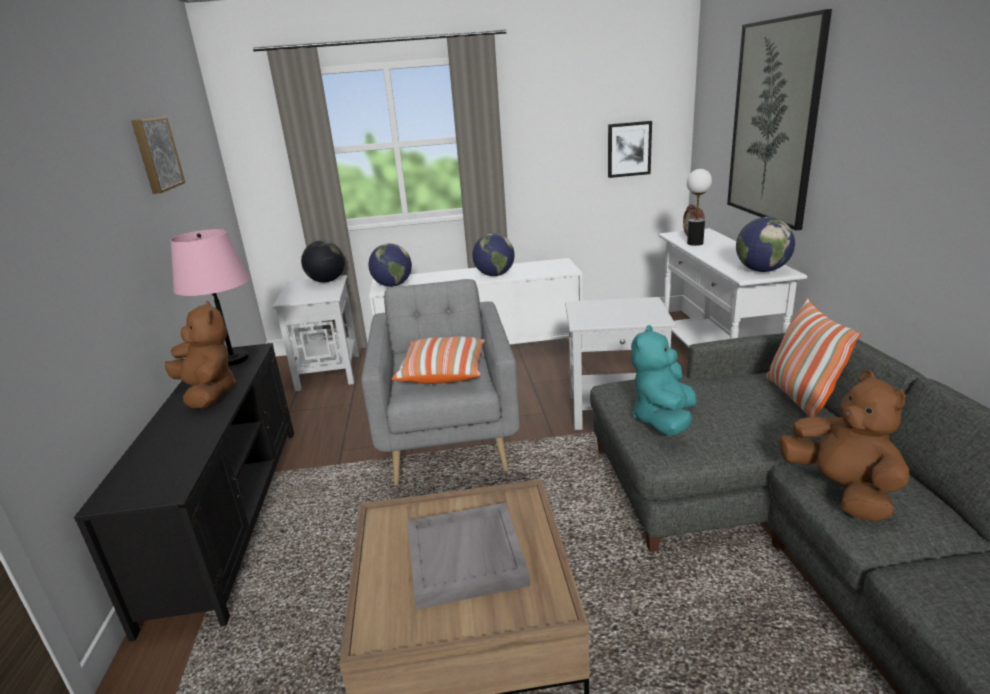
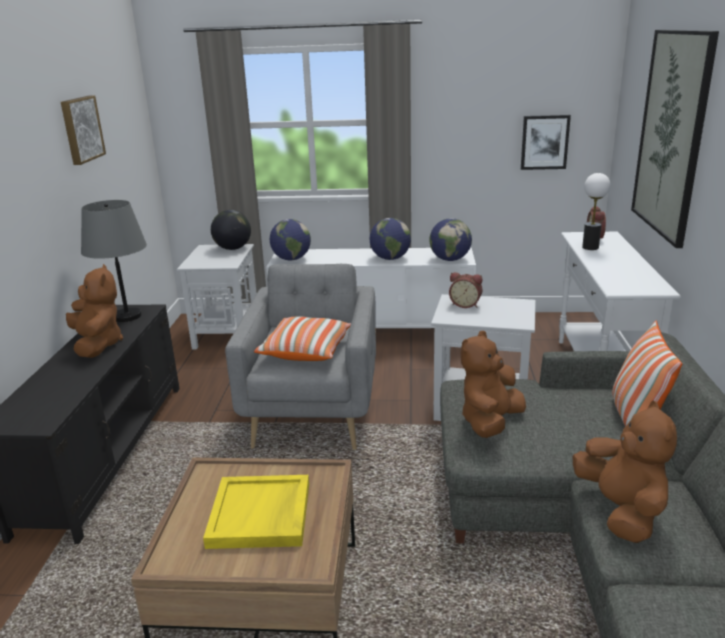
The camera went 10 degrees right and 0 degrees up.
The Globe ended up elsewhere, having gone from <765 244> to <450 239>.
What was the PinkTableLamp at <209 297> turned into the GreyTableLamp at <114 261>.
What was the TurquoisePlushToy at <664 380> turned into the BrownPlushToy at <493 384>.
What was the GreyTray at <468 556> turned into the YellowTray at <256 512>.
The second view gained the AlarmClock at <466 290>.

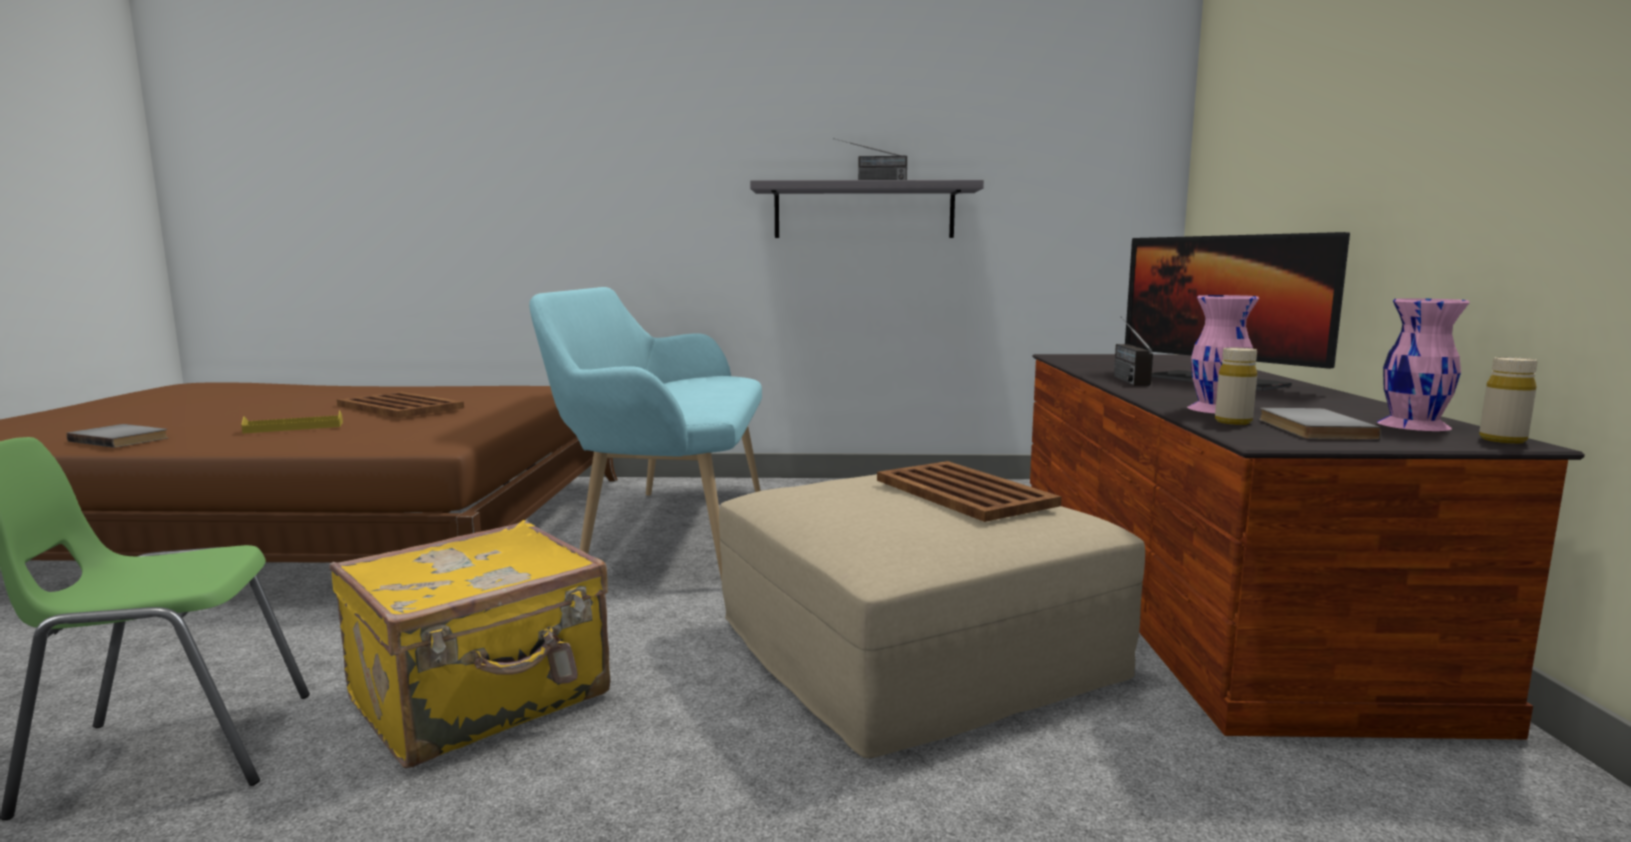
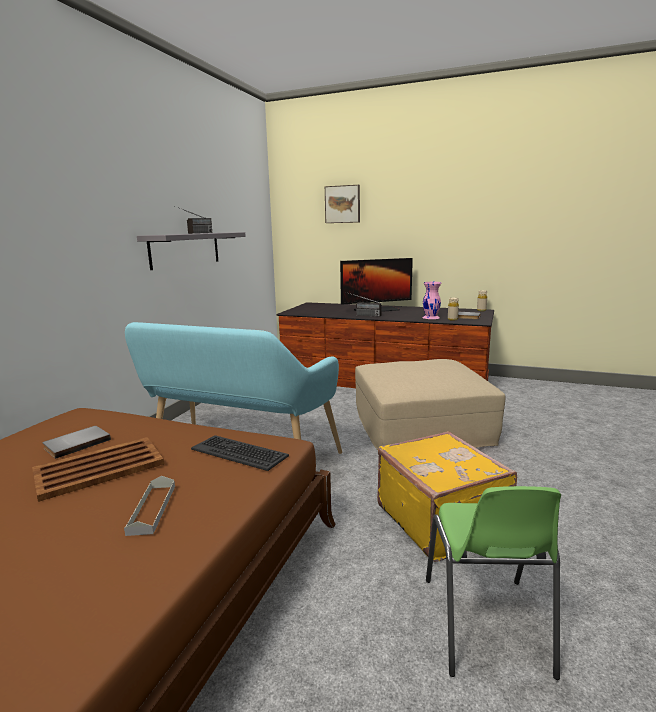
The camera went 70 degrees left and 5 degrees up.
The second view lost the PinkVase at <1423 364>.
What was the YellowTray at <292 422> turned into the GreyTray at <149 506>.
The GreyBook ended up elsewhere, having gone from <117 436> to <77 442>.
The second view lost the BrownTray at <969 491>.
The second view gained the Picture at <342 204>.
The second view gained the Keyboard at <240 453>.

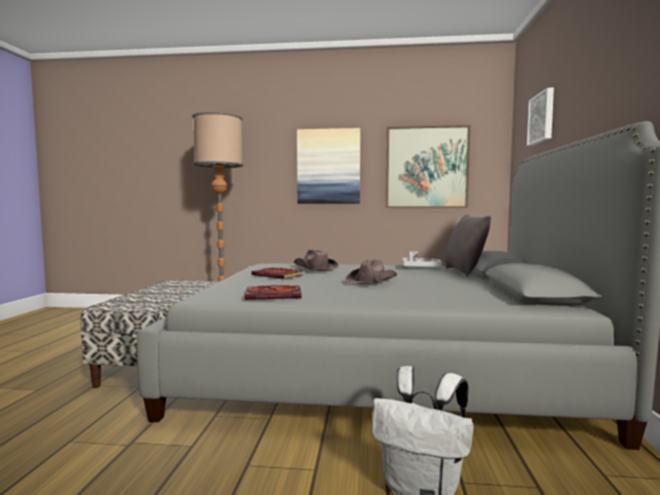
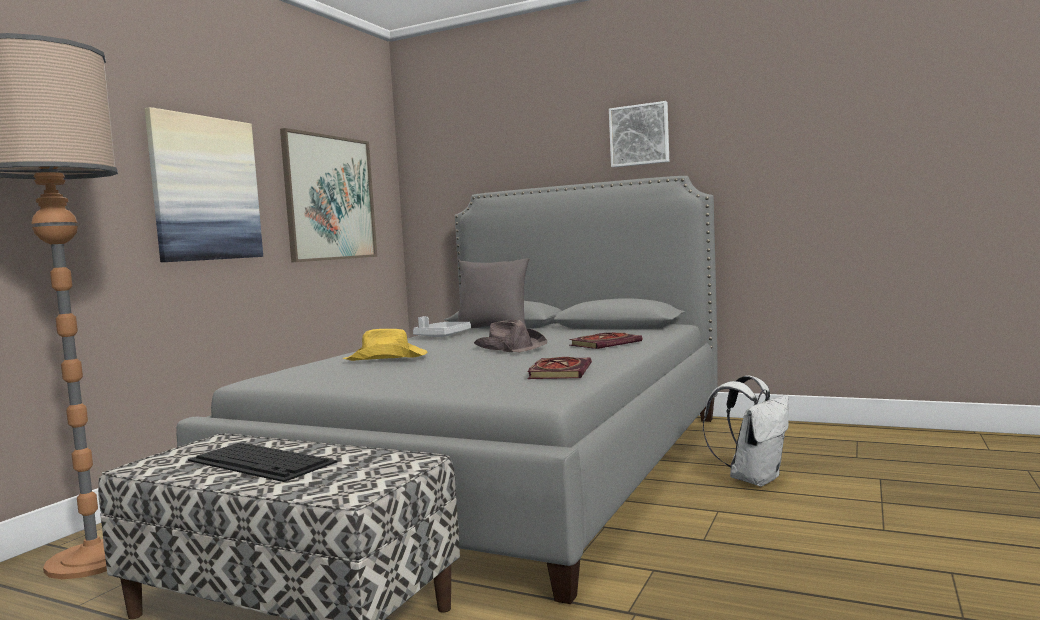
The camera went 70 degrees left and 0 degrees up.
The Picture ended up elsewhere, having gone from <540 117> to <639 134>.
What was the BrownHat at <316 260> turned into the YellowHat at <384 345>.
The Book ended up elsewhere, having gone from <276 273> to <605 340>.
The second view gained the Keyboard at <262 462>.

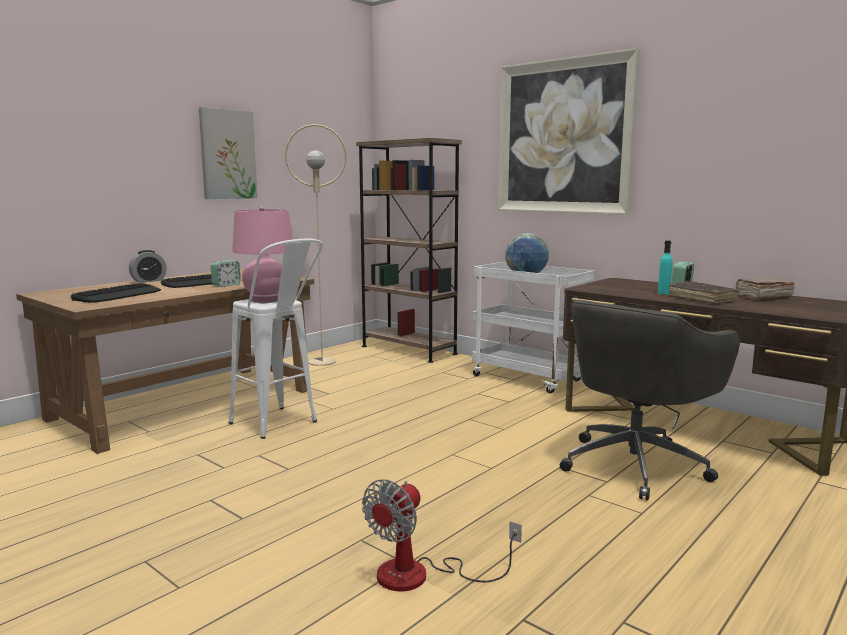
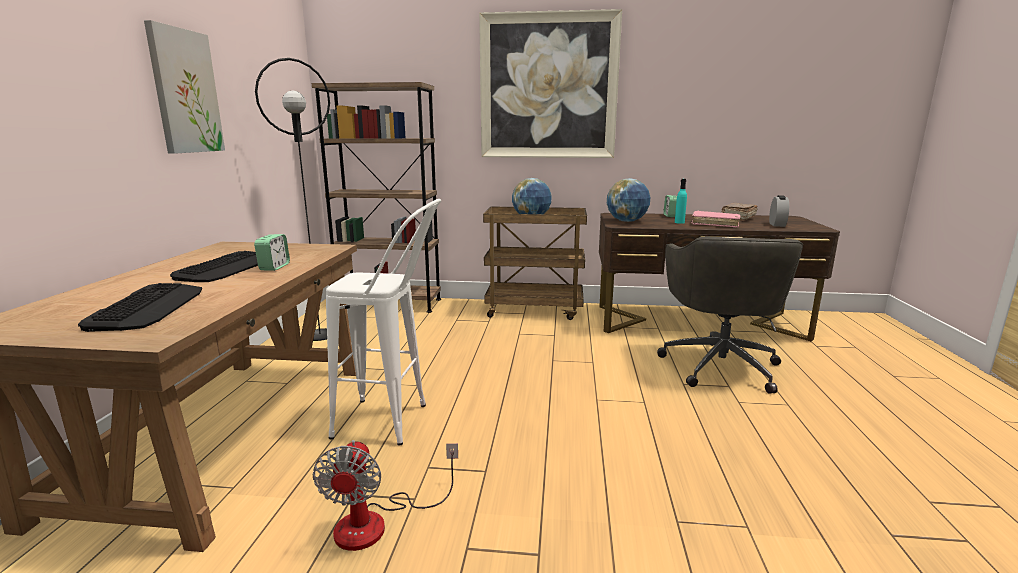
The camera went 35 degrees left and 5 degrees up.
What was the BeigeFloorLamp at <316 245> turned into the BlackFloorLamp at <292 199>.
The second view lost the PinkTableLamp at <262 254>.
The AlarmClock ended up elsewhere, having gone from <148 266> to <779 211>.
What was the WhiteCart at <533 328> turned into the BrownCart at <535 263>.
What was the BrownBook at <703 292> turned into the PinkBook at <715 219>.
The Fan ended up elsewhere, having gone from <442 535> to <385 495>.
The second view gained the Globe at <628 200>.

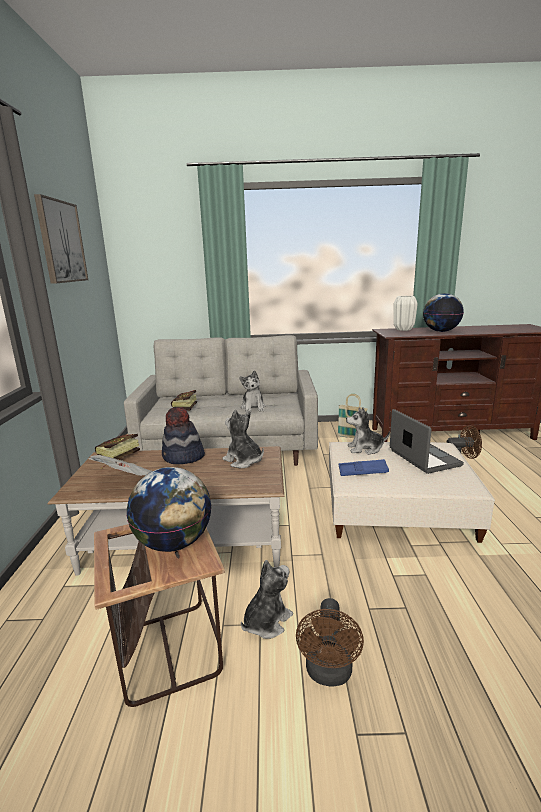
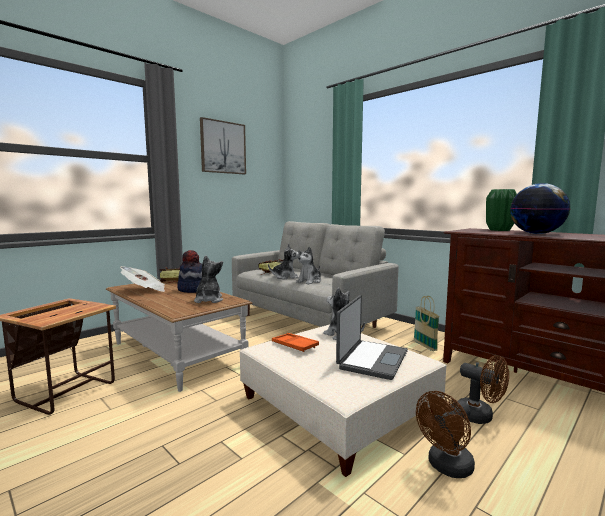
The camera went 45 degrees right and 10 degrees down.
What was the WhiteVase at <405 313> turned into the GreenVase at <501 210>.
What was the BlueTray at <364 467> turned into the OrangeTray at <295 342>.
The second view lost the Globe at <169 509>.
The PlushToy ended up elsewhere, having gone from <267 599> to <283 261>.
The BrownFan ended up elsewhere, having gone from <330 642> to <445 434>.

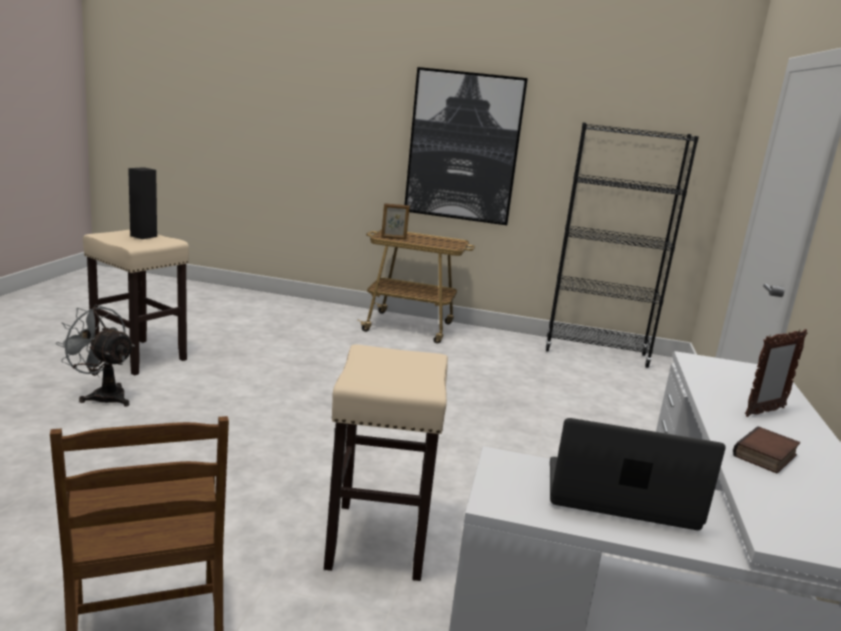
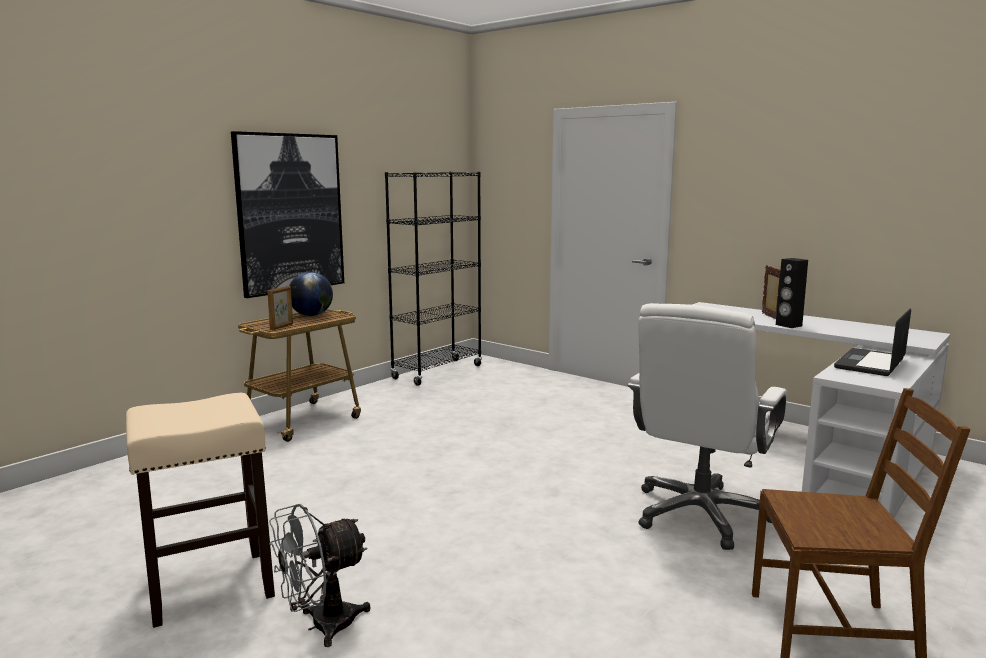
The camera went 60 degrees left and 5 degrees down.
The BlackSpeaker ended up elsewhere, having gone from <142 203> to <792 293>.
Where the BeigeStool stood at <386 463>, the WhiteOfficeChair came to stand at <707 426>.
The second view lost the Book at <766 450>.
The second view gained the Globe at <311 294>.

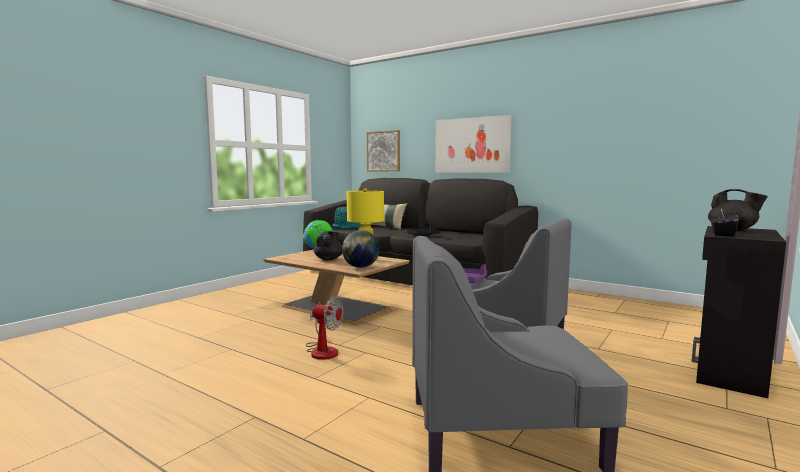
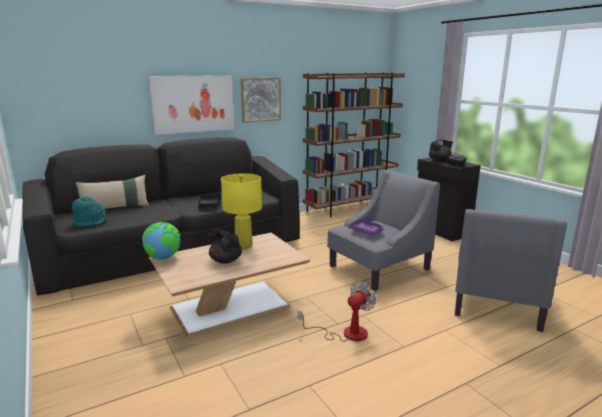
The camera went 65 degrees left and 10 degrees up.
The Picture ended up elsewhere, having gone from <383 150> to <261 100>.
The second view lost the Globe at <361 249>.
The second view gained the BrownBookcase at <354 144>.

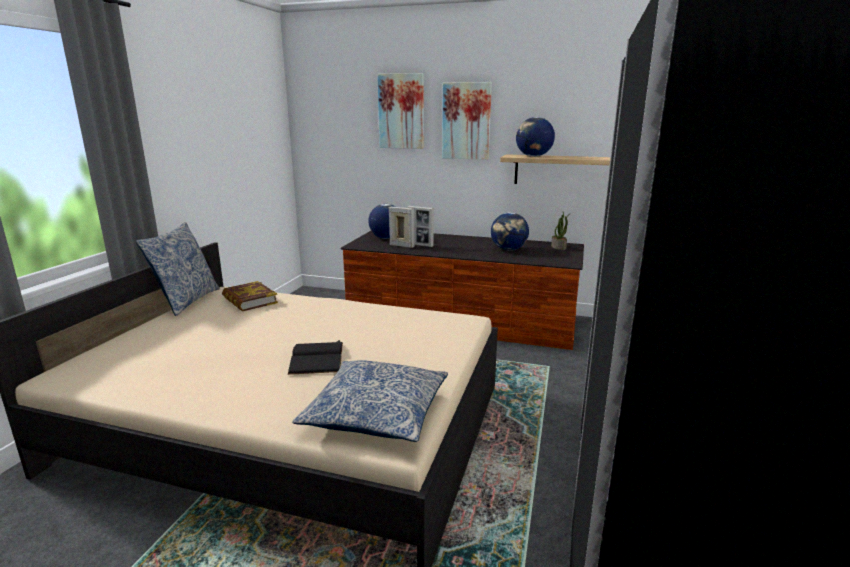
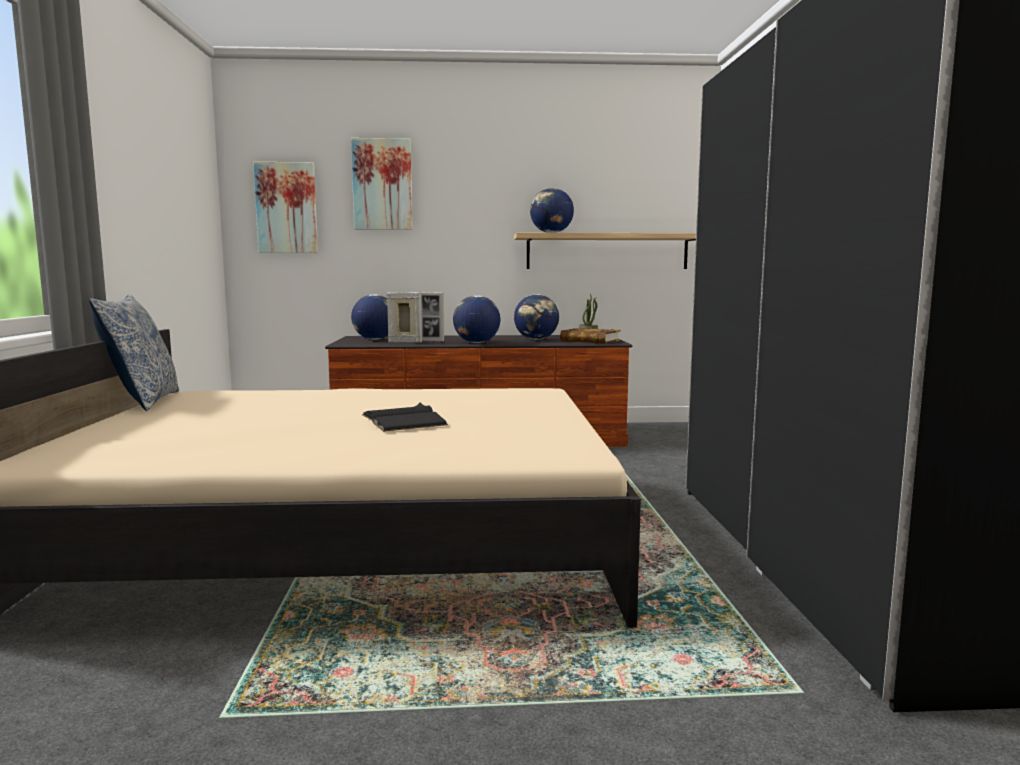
The camera went 20 degrees left and 10 degrees down.
The Picture ended up elsewhere, having gone from <467 121> to <285 207>.
The Book ended up elsewhere, having gone from <250 296> to <590 335>.
The second view lost the Pillow at <370 401>.
The second view gained the Globe at <476 319>.

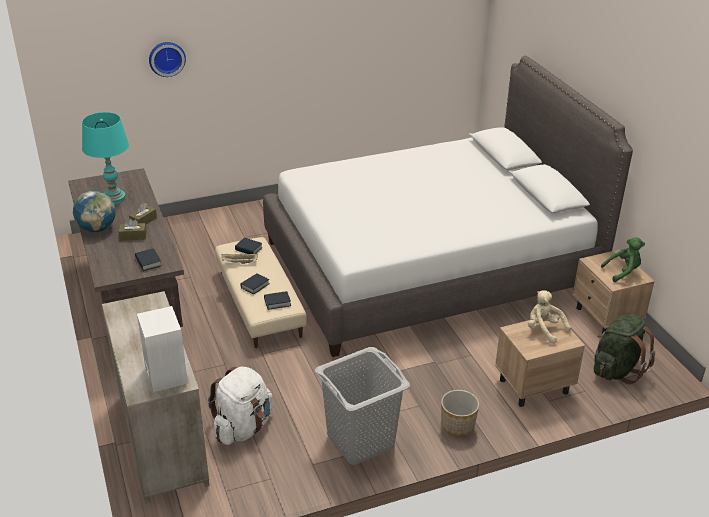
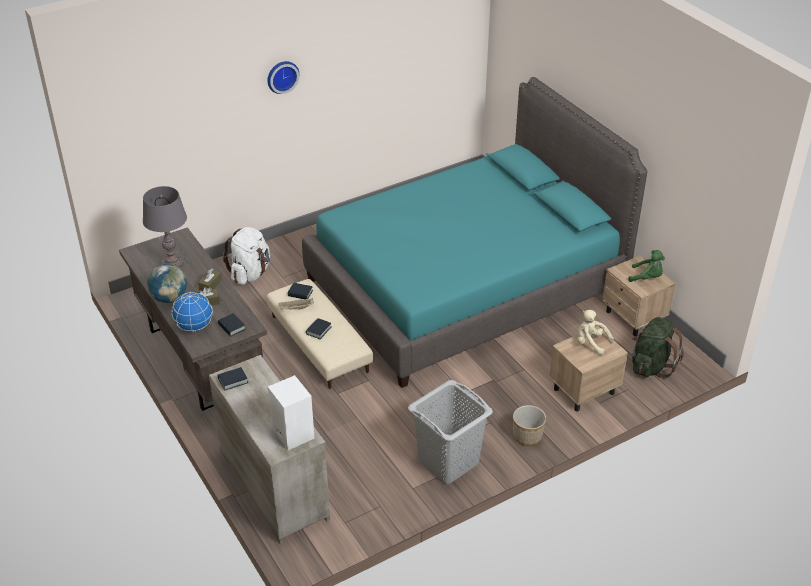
The camera went 10 degrees left and 5 degrees up.
The WallClock ended up elsewhere, having gone from <167 59> to <283 77>.
What was the WhiteBed at <448 206> turned into the TurquoiseBed at <474 232>.
What was the TurquoiseTableLamp at <105 158> turned into the GreyTableLamp at <165 227>.
The GreenPlushToy at <623 259> ended up facing another way, 45 degrees clockwise from before.
The Book ended up elsewhere, having gone from <277 300> to <233 379>.
The WhiteBackpack ended up elsewhere, having gone from <240 406> to <246 256>.
The second view gained the Globe at <192 312>.

